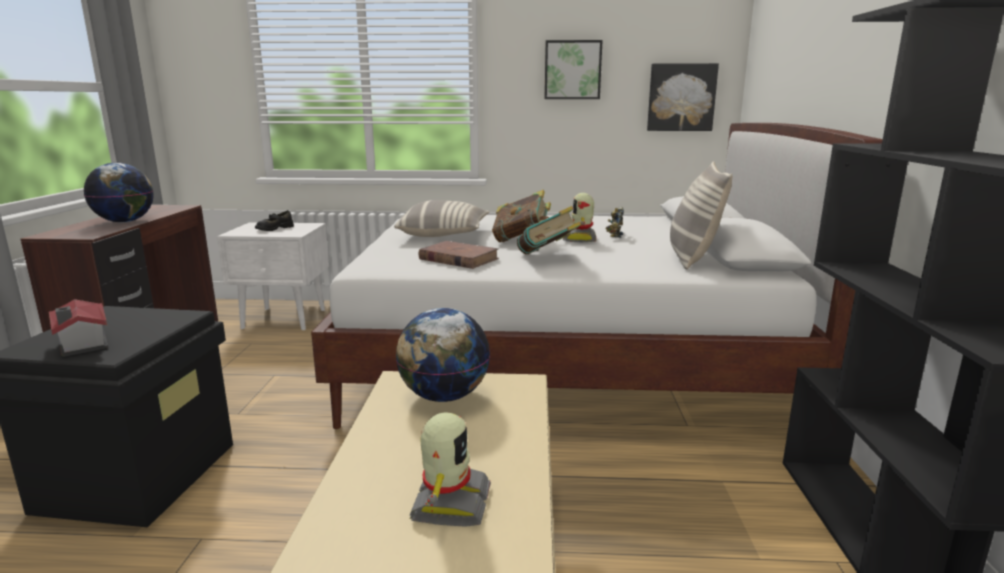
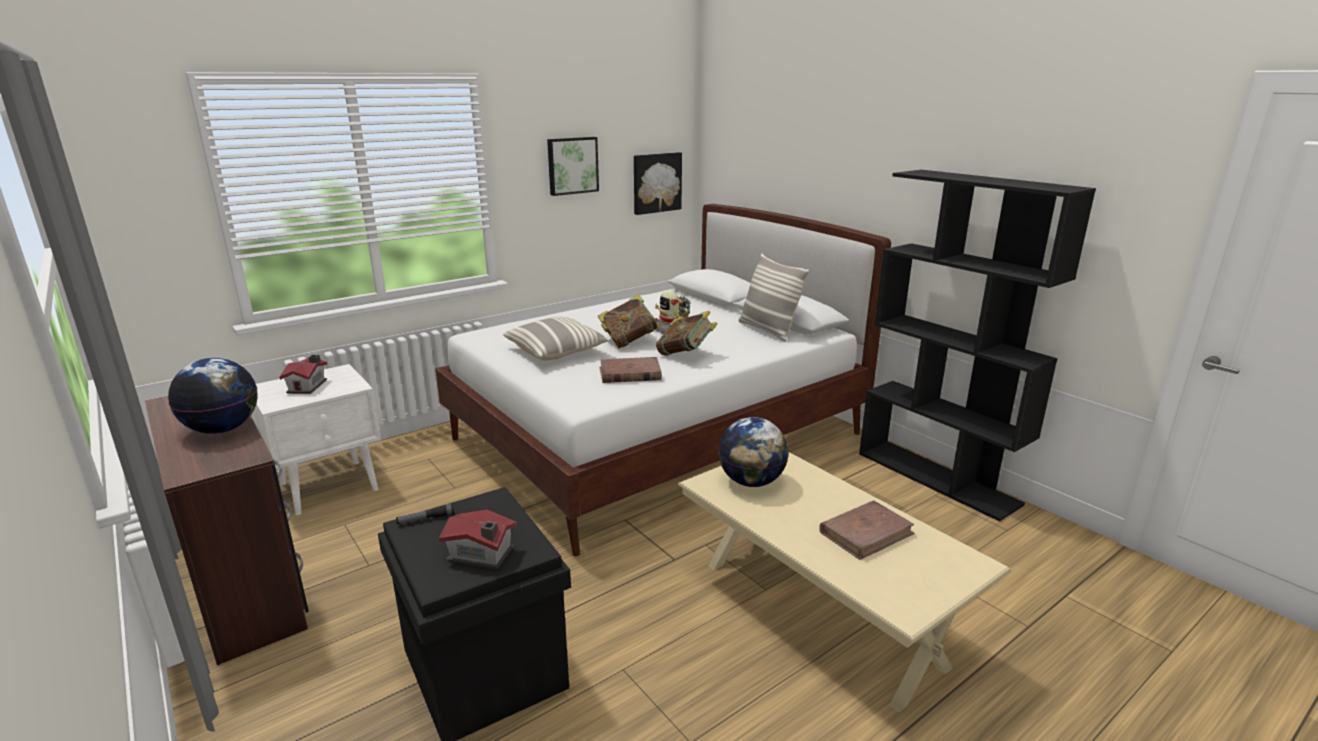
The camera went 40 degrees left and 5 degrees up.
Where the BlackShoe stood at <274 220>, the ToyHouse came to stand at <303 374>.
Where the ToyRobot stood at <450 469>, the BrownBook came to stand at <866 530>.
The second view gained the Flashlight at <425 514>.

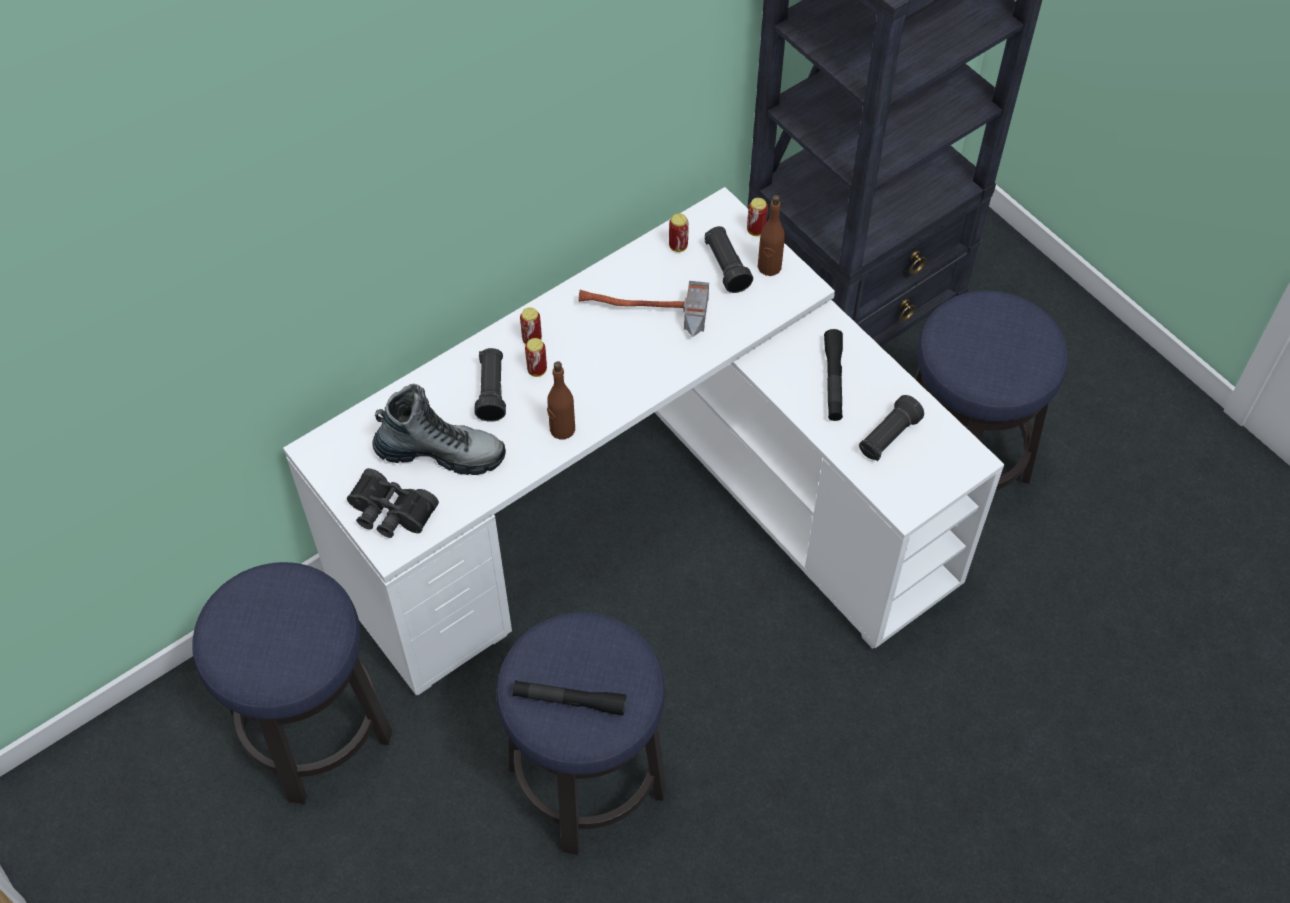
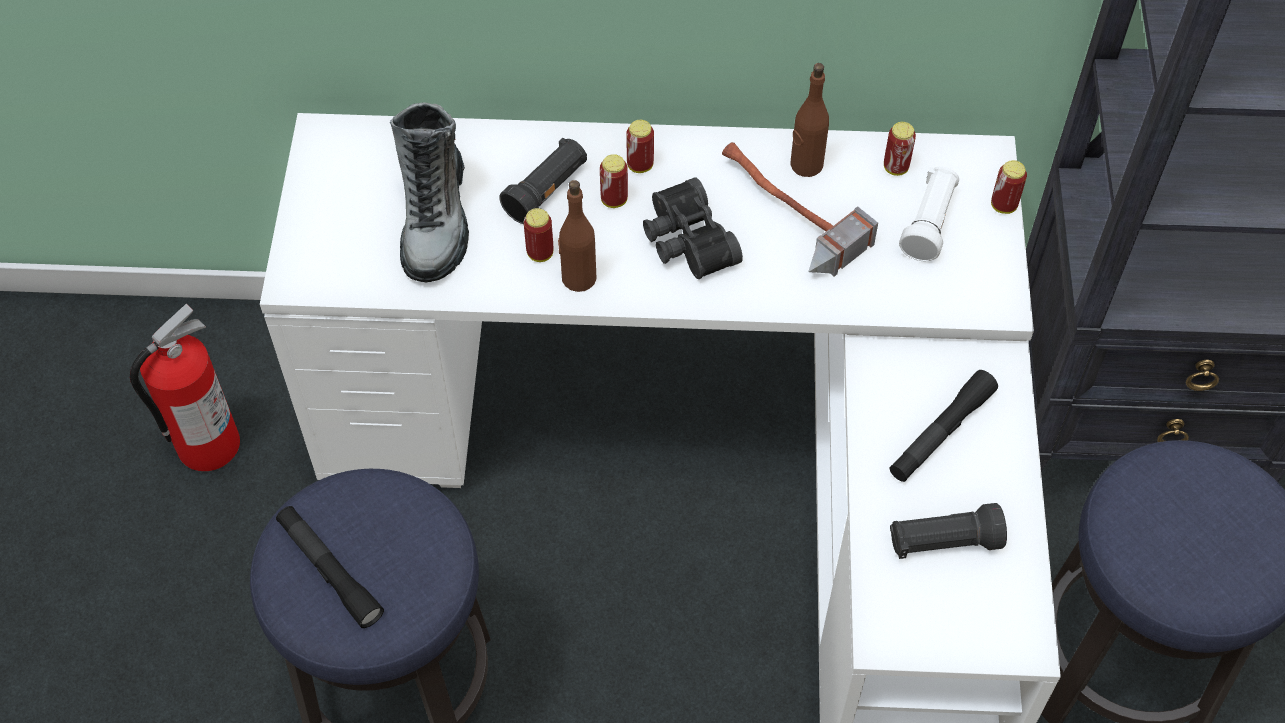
The camera went 40 degrees right and 0 degrees up.
The BrownBottle ended up elsewhere, having gone from <771 235> to <810 120>.
What was the BlackFlashlight at <729 259> turned into the WhiteFlashlight at <929 214>.
The Boot at <439 429> ended up facing another way, 45 degrees clockwise from before.
The BlackBinoculars ended up elsewhere, having gone from <393 503> to <693 228>.
Where the Stool stood at <292 683>, the FireExtinguisher came to stand at <185 387>.
The second view gained the Can at <539 235>.

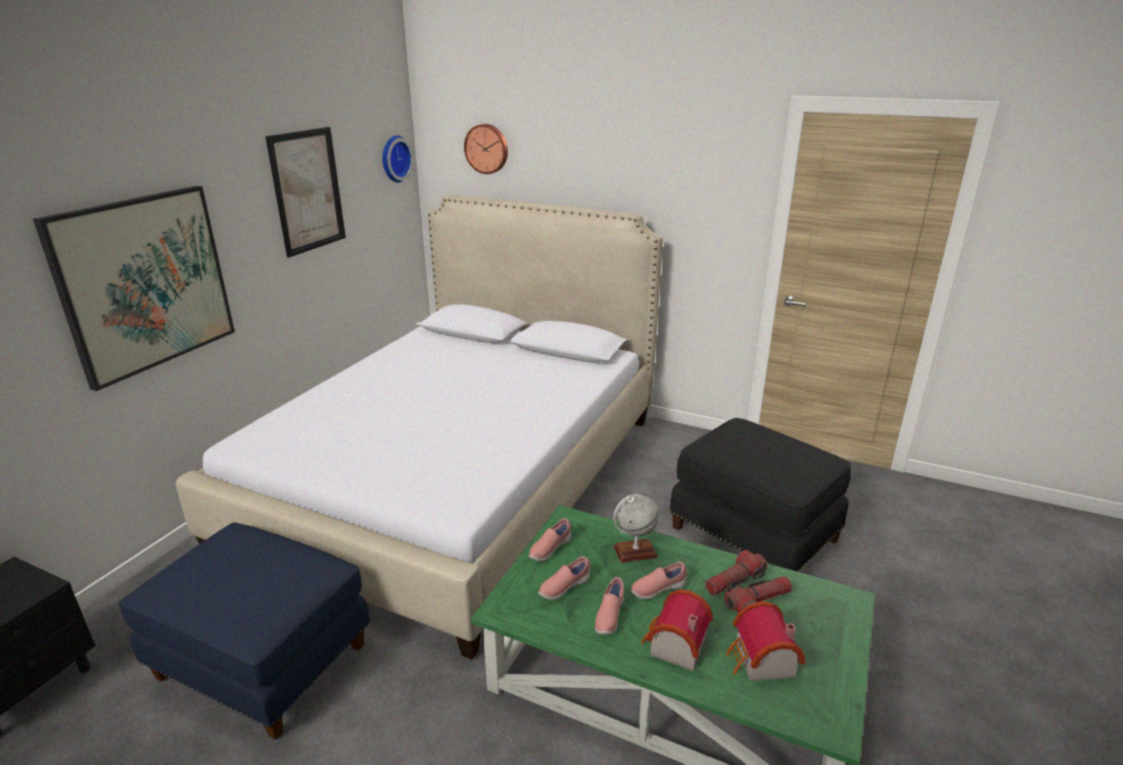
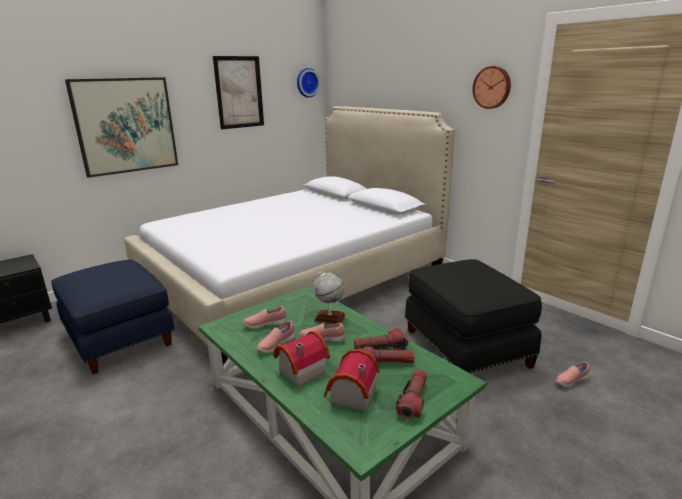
The camera went 25 degrees right and 5 degrees down.
The WallClock ended up elsewhere, having gone from <486 149> to <491 87>.
The PinkShoe ended up elsewhere, having gone from <550 539> to <573 374>.
The second view gained the Flashlight at <411 393>.

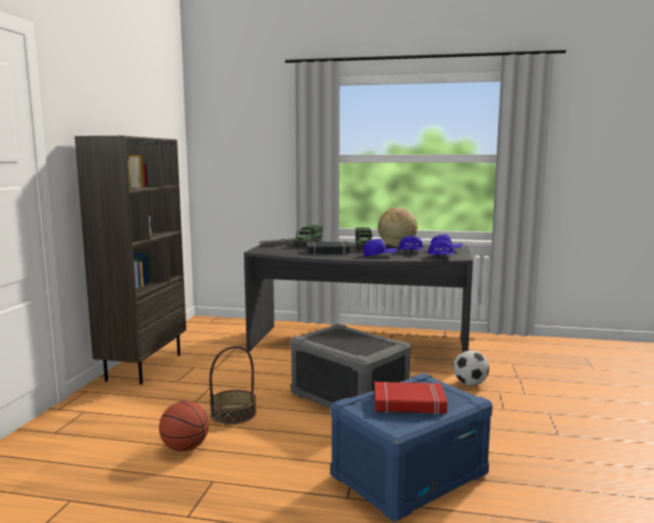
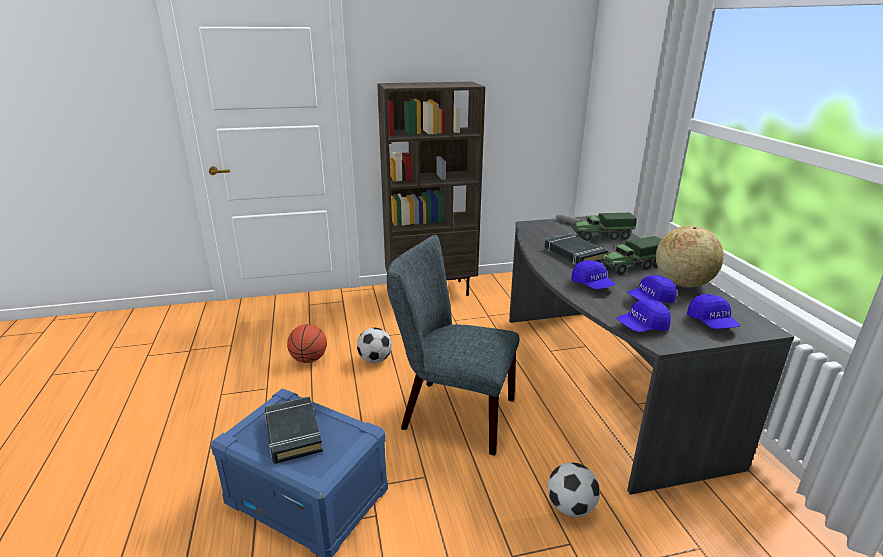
The camera went 65 degrees right and 15 degrees up.
Where the GreyStorageBox stood at <350 366>, the GreyChair came to stand at <453 345>.
Where the Basket stood at <232 385>, the Football came to stand at <374 345>.
What was the RedBook at <410 398> turned into the BlackBook at <294 430>.

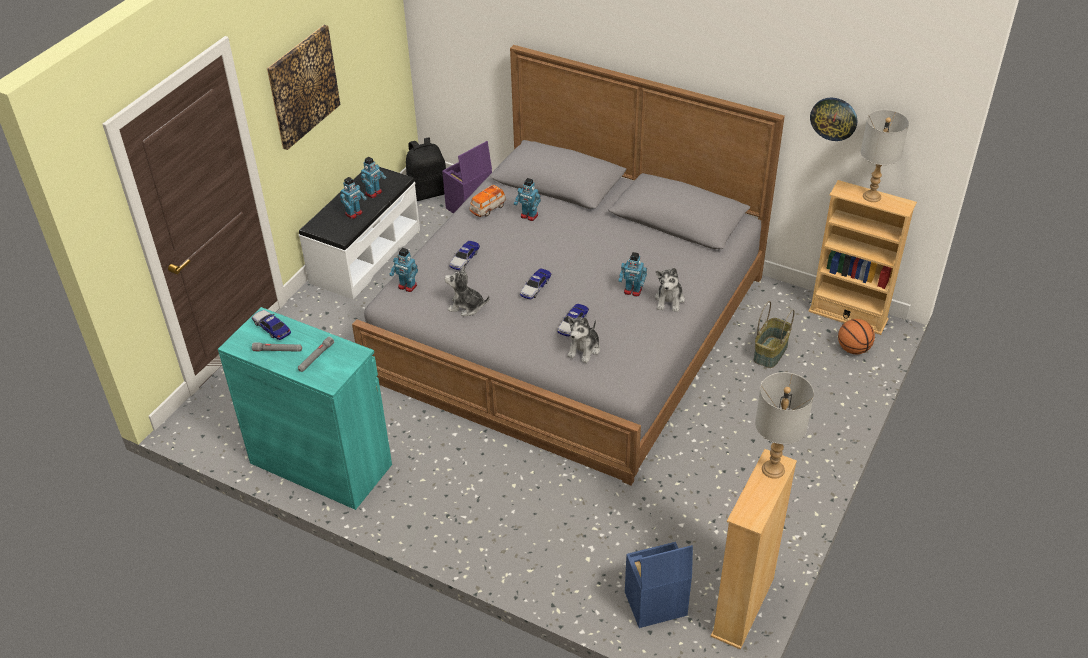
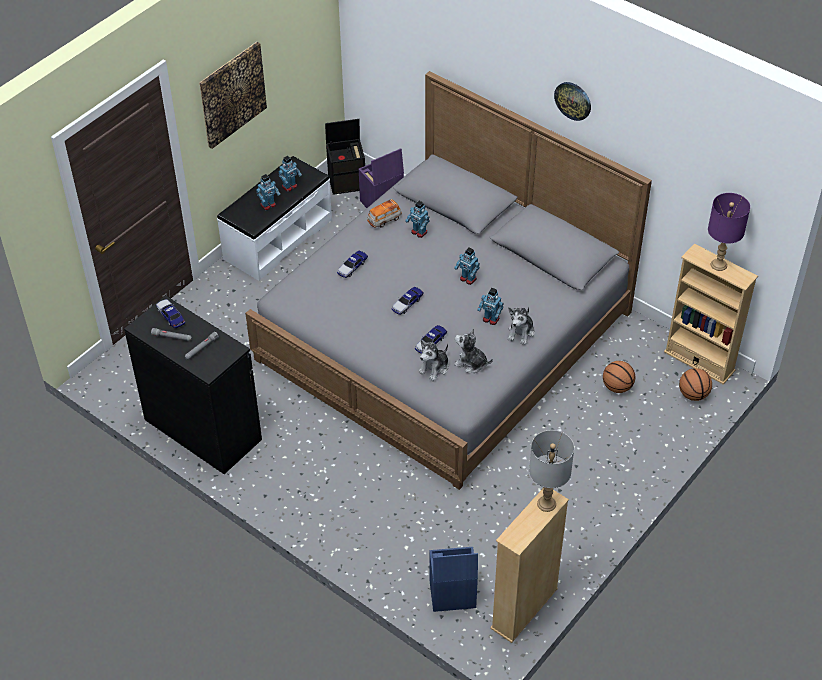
The camera went 10 degrees right and 5 degrees up.
The WallClock ended up elsewhere, having gone from <834 119> to <572 101>.
What was the GreyTableLamp at <885 156> turned into the PurpleTableLamp at <729 232>.
Where the BlackBackpack stood at <426 169>, the BlackStorageBox came to stand at <345 157>.
The ToyRobot ended up elsewhere, having gone from <403 270> to <467 266>.
The PlushToy ended up elsewhere, having gone from <467 290> to <473 350>.
Where the Basket stood at <773 334>, the Basketball came to stand at <619 377>.
What was the TurquoiseCabinet at <305 408> turned into the BlackCabinet at <193 384>.

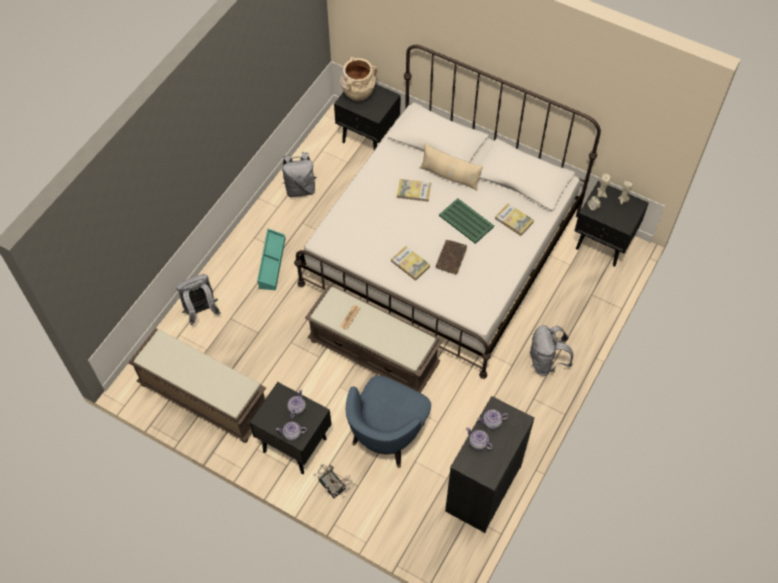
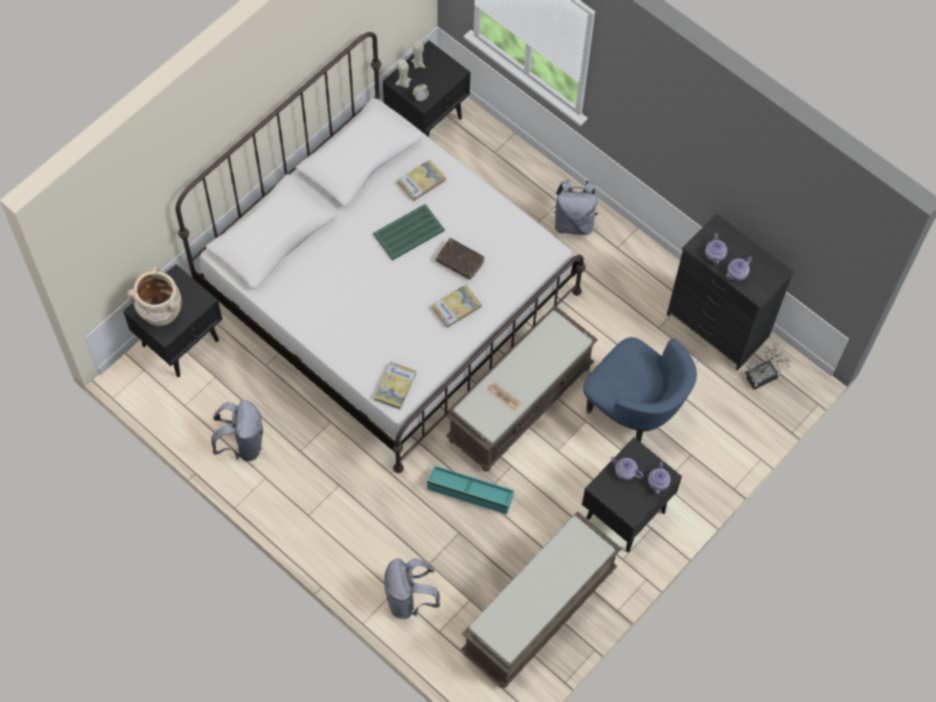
The camera went 80 degrees left and 5 degrees up.
The second view lost the BeigePillow at <451 167>.
The Book ended up elsewhere, having gone from <414 190> to <395 386>.
The TurquoiseStorageBox ended up elsewhere, having gone from <271 259> to <470 489>.
The PottedPlant ended up elsewhere, having gone from <333 481> to <767 366>.

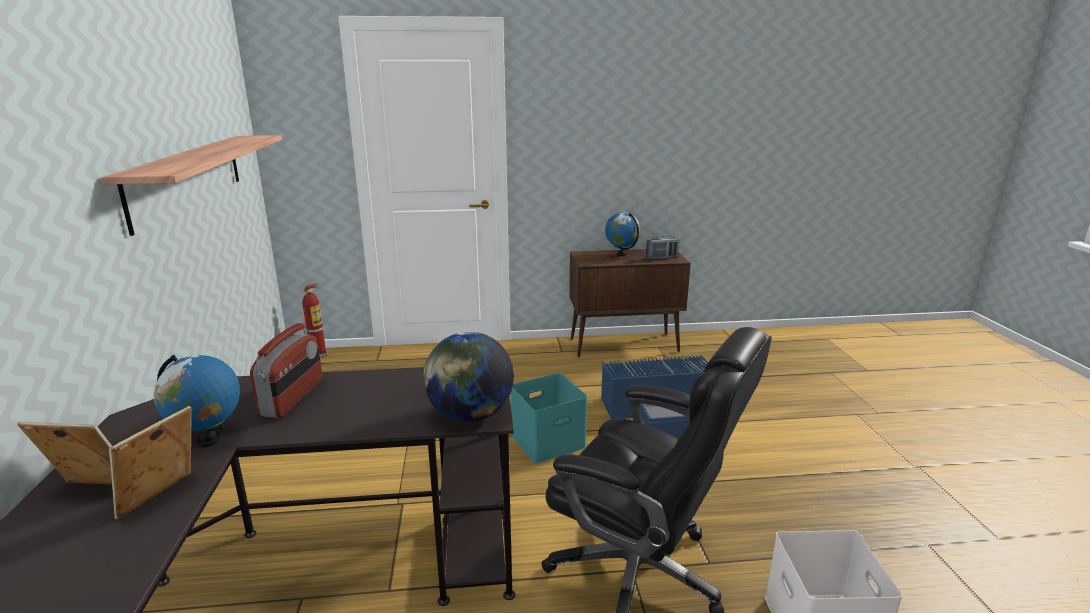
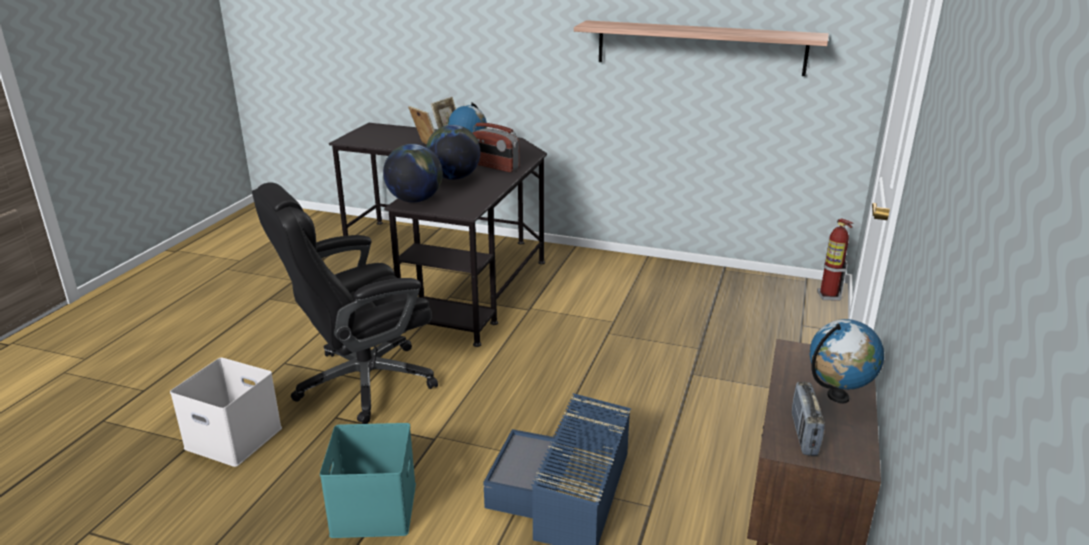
The camera went 115 degrees right and 5 degrees up.
The TurquoiseStorageBox ended up elsewhere, having gone from <549 418> to <368 480>.
The second view gained the Globe at <453 152>.

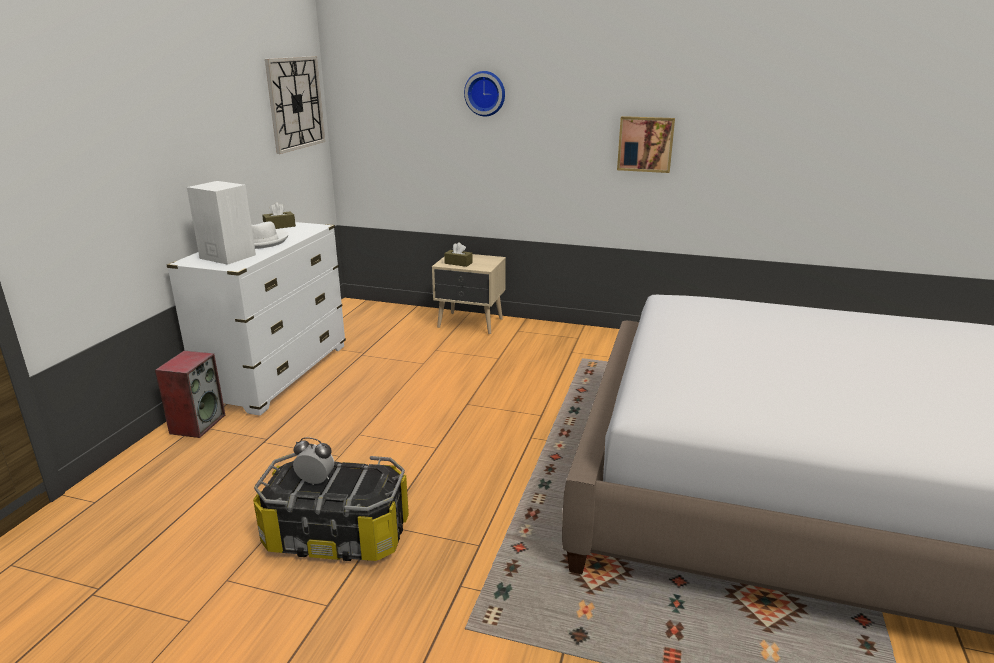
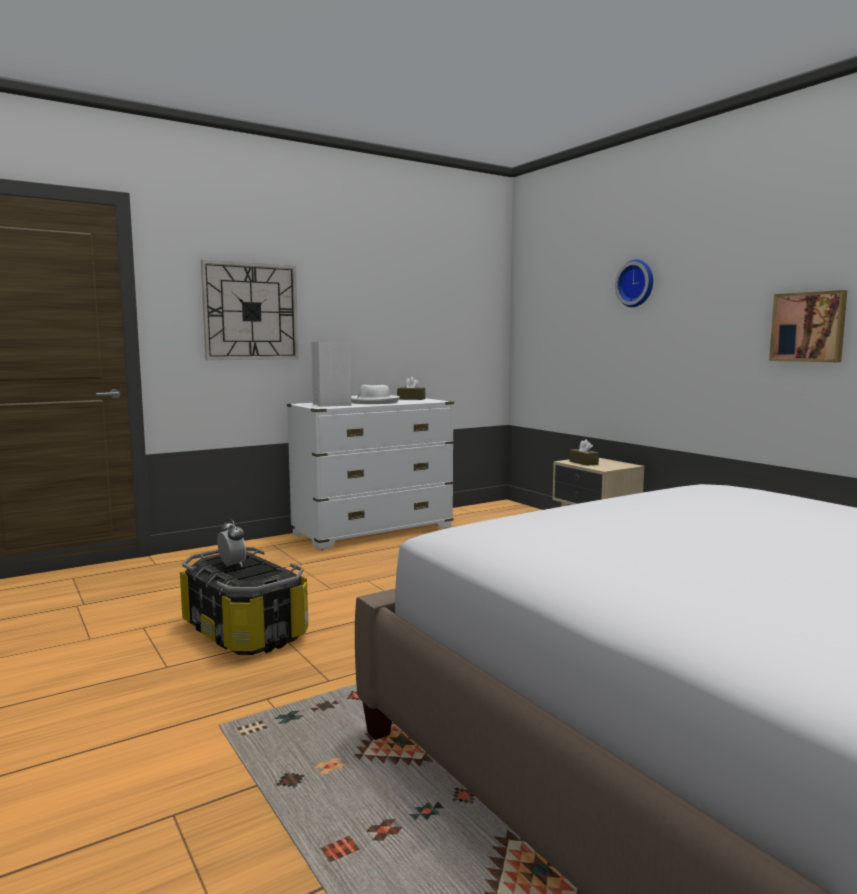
The camera went 40 degrees right and 15 degrees down.
The WallClock ended up elsewhere, having gone from <295 105> to <250 310>.
The second view lost the Speaker at <190 394>.

